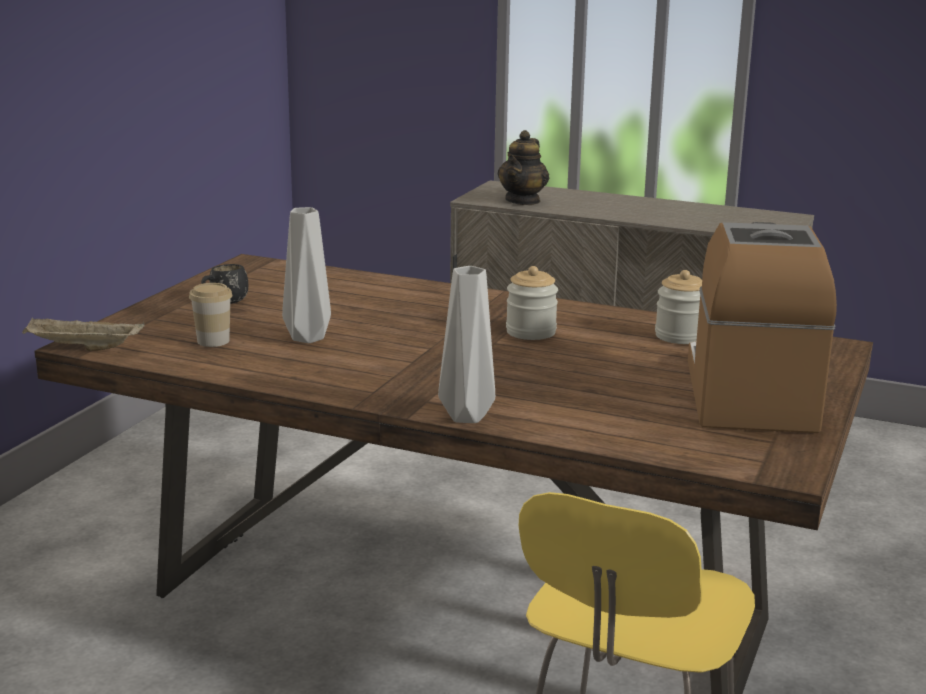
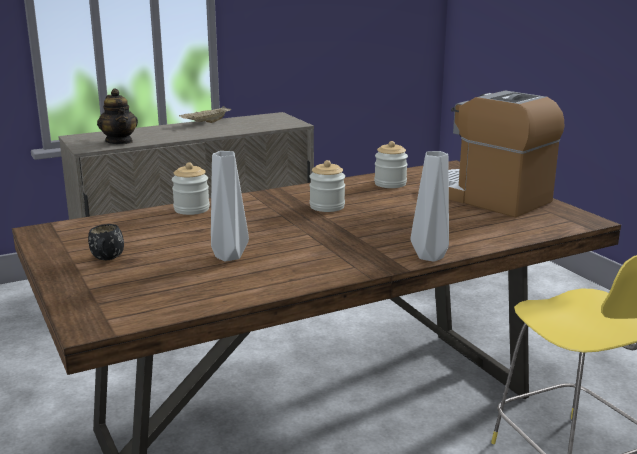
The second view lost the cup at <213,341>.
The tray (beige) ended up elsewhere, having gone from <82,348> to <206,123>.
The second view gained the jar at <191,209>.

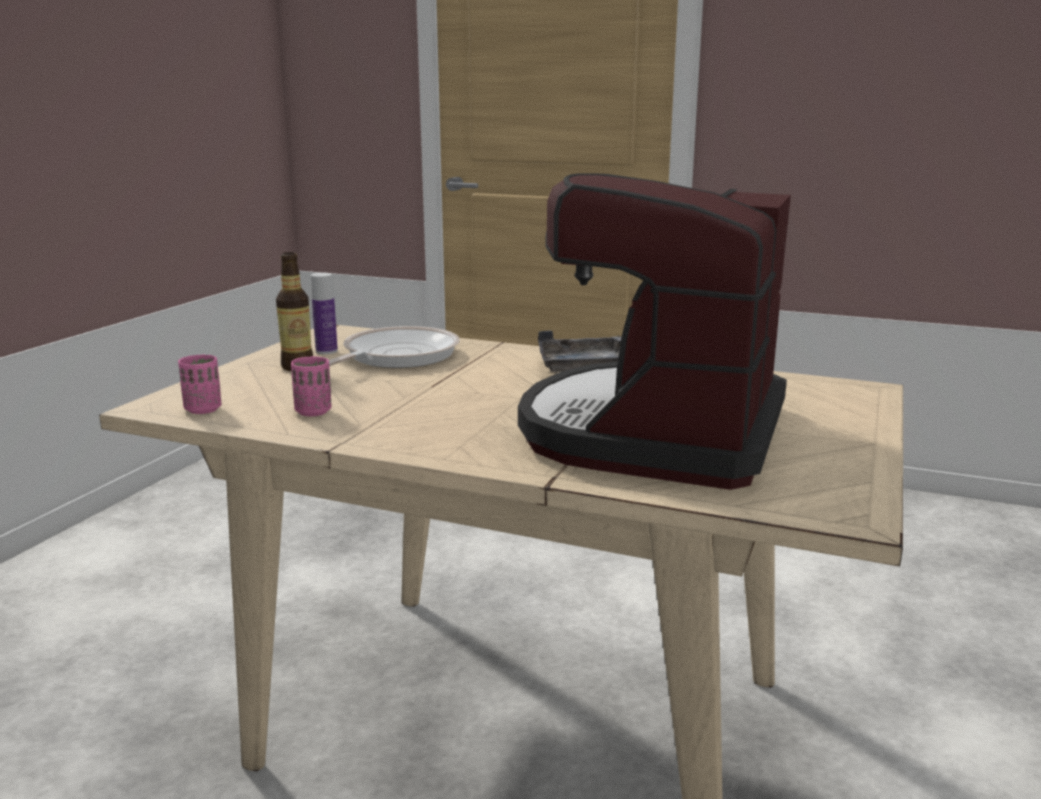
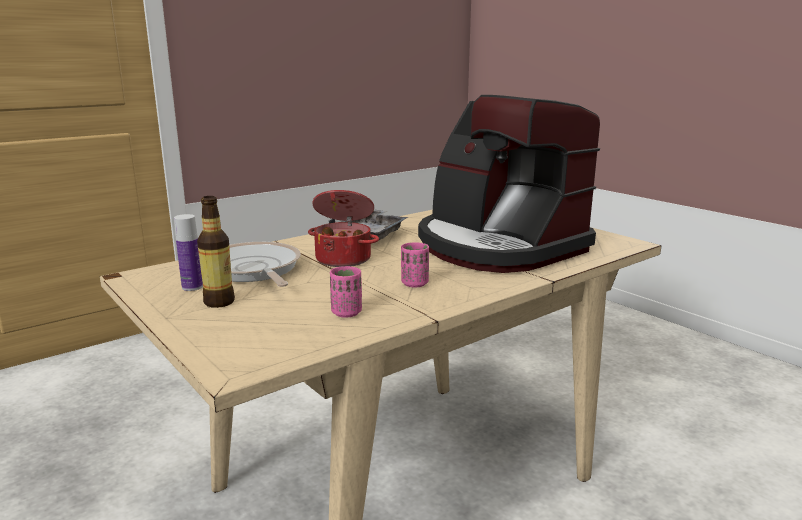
The cup (pink) ended up elsewhere, having gone from <203,409> to <414,284>.
The second view gained the cooking pot at <344,258>.

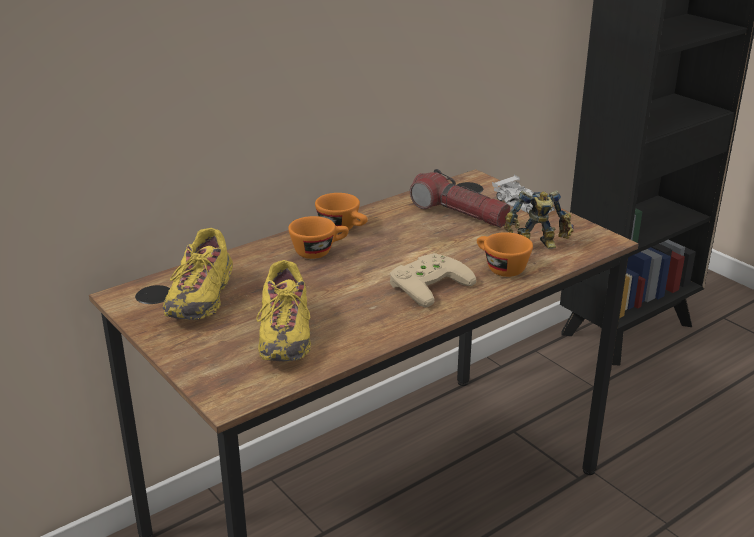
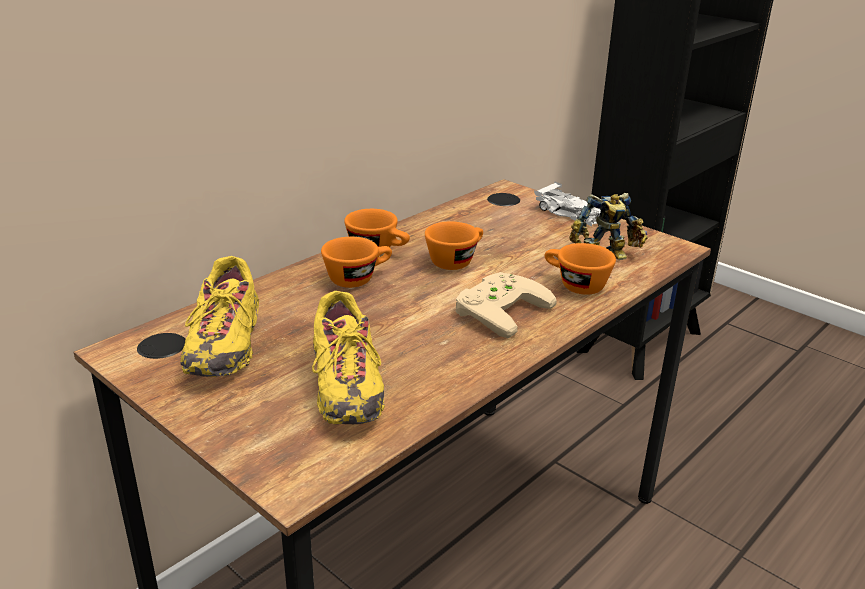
The second view lost the flashlight at <459,213>.
The second view gained the cup (orange) at <456,260>.

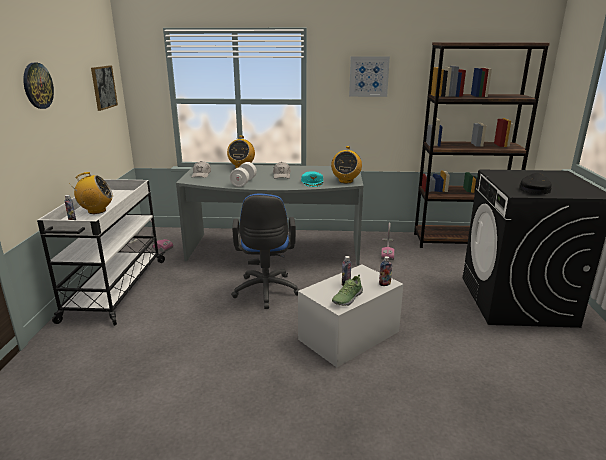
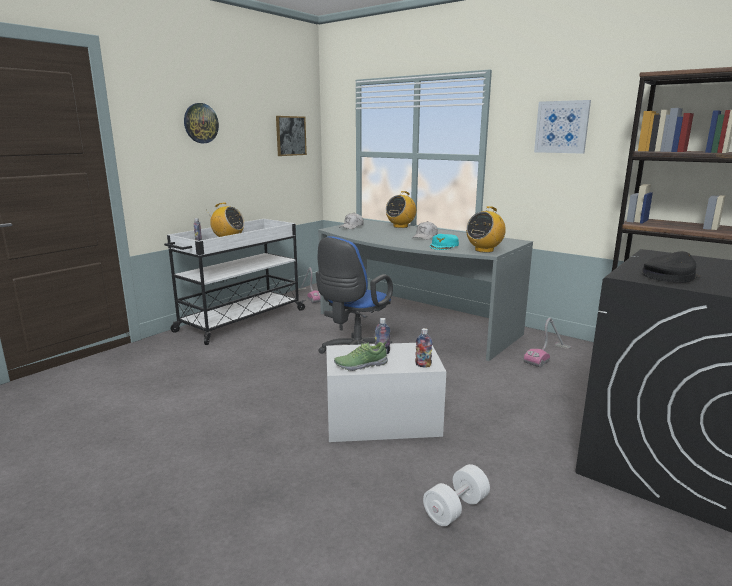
The dumbbell (white) ended up elsewhere, having gone from <243,182> to <456,508>.

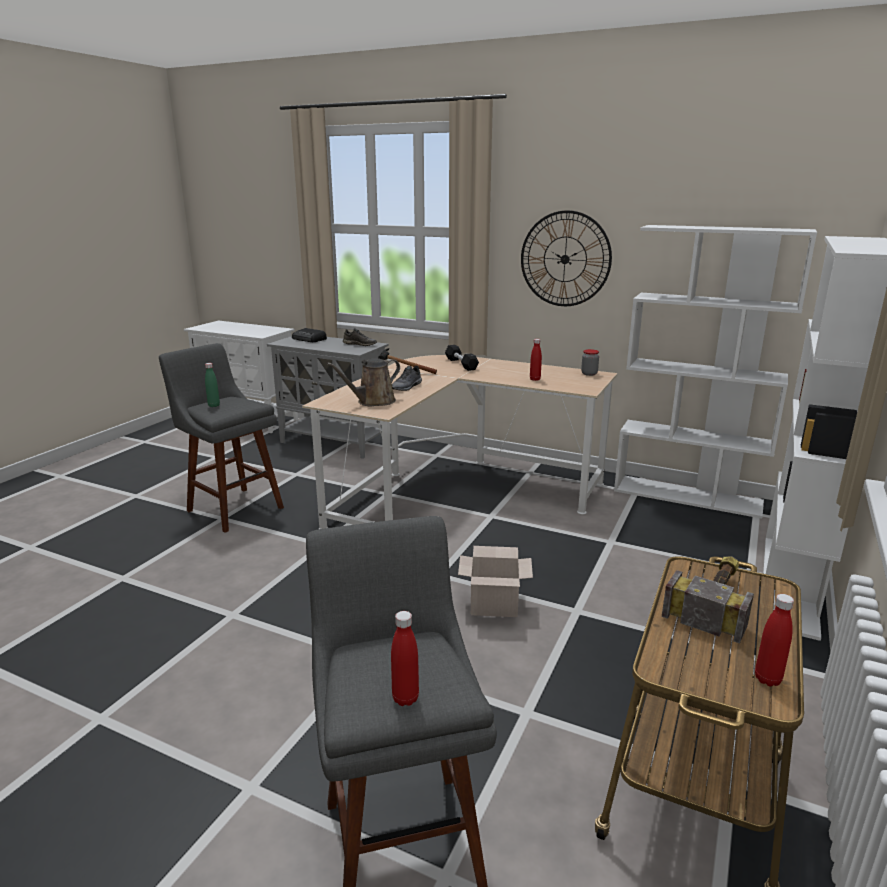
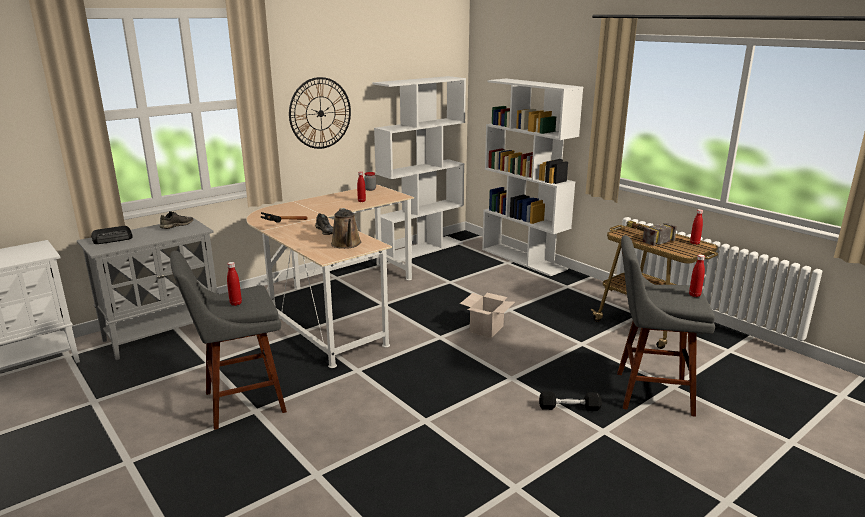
The dumbbell (black) ended up elsewhere, having gone from <461,364> to <569,407>.
What was the bottle (green) at <214,405> turned into the bottle (red) at <235,303>.

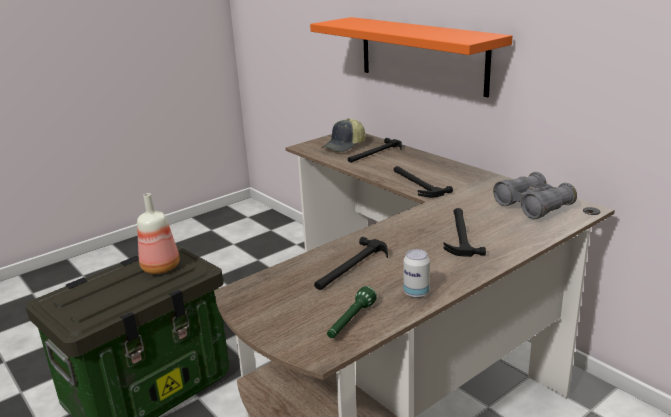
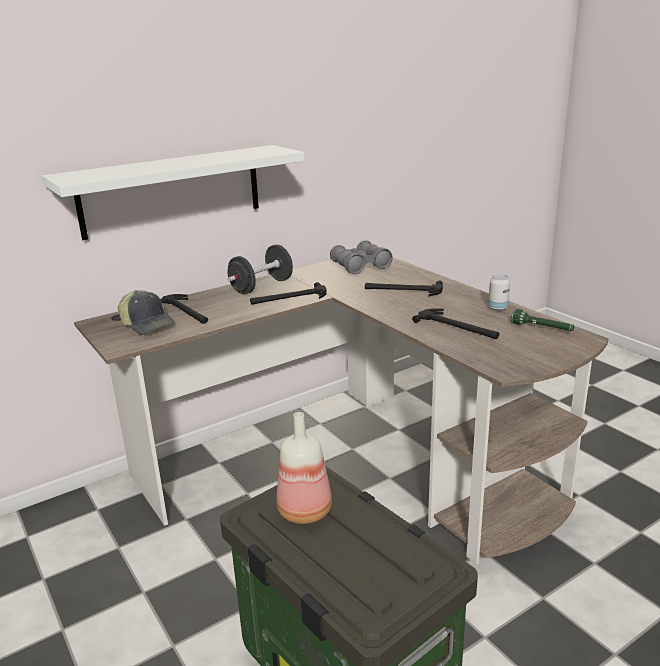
What was the shelf (orange) at <421,54> turned into the shelf (white) at <171,191>.
The second view gained the dumbbell (black) at <261,286>.

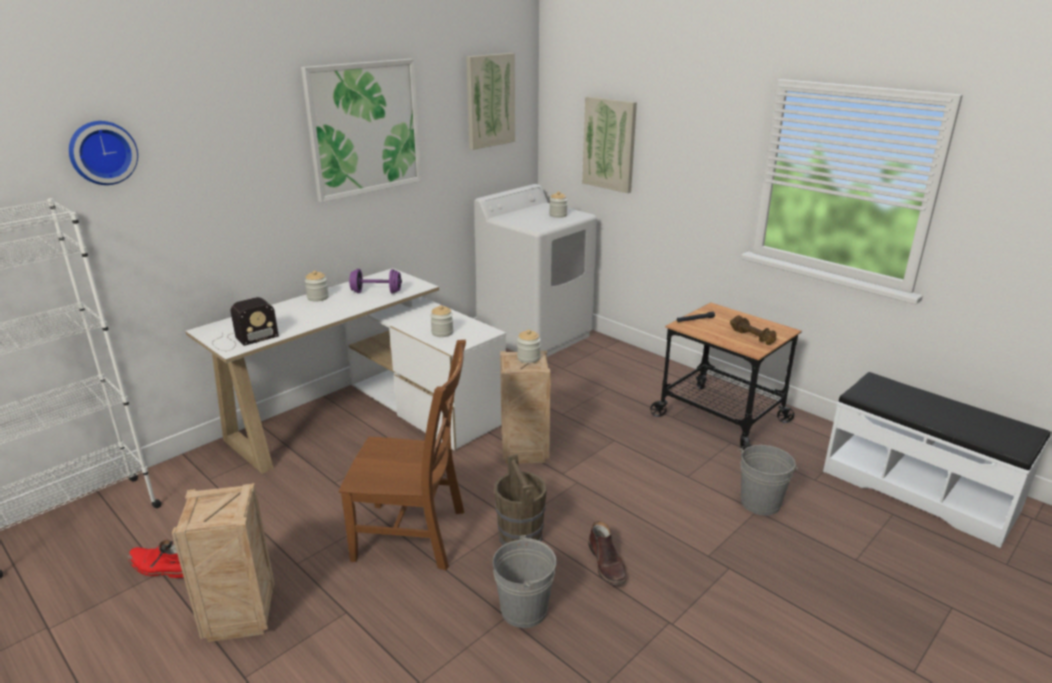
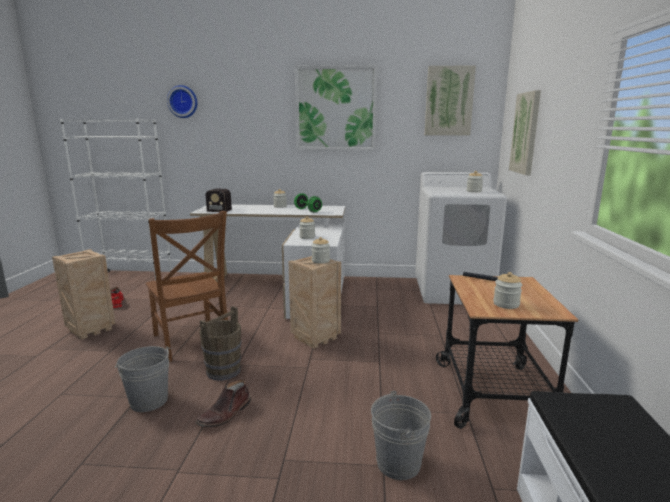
What was the dumbbell (purple) at <376,292> turned into the dumbbell (green) at <308,210>.
Where the dumbbell (brown) stood at <752,337>, the jar came to stand at <506,304>.

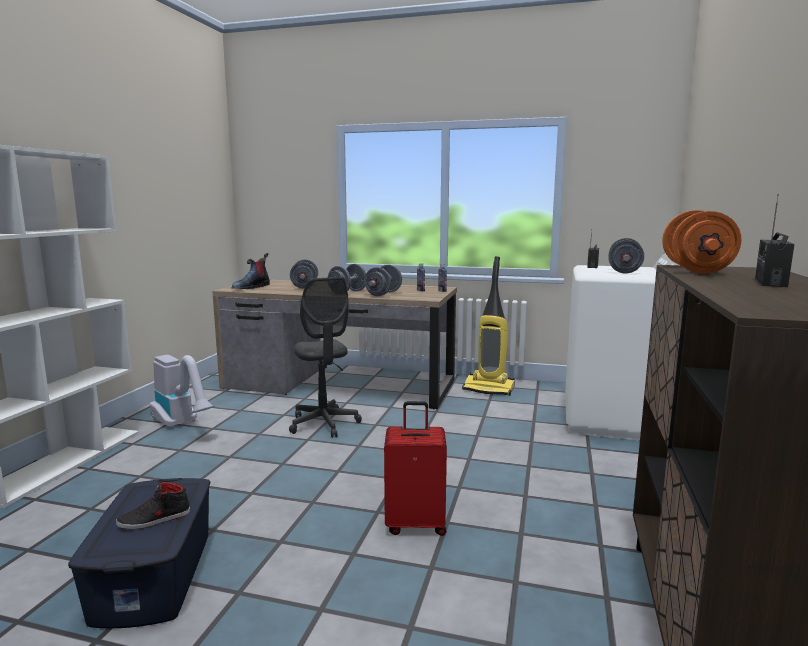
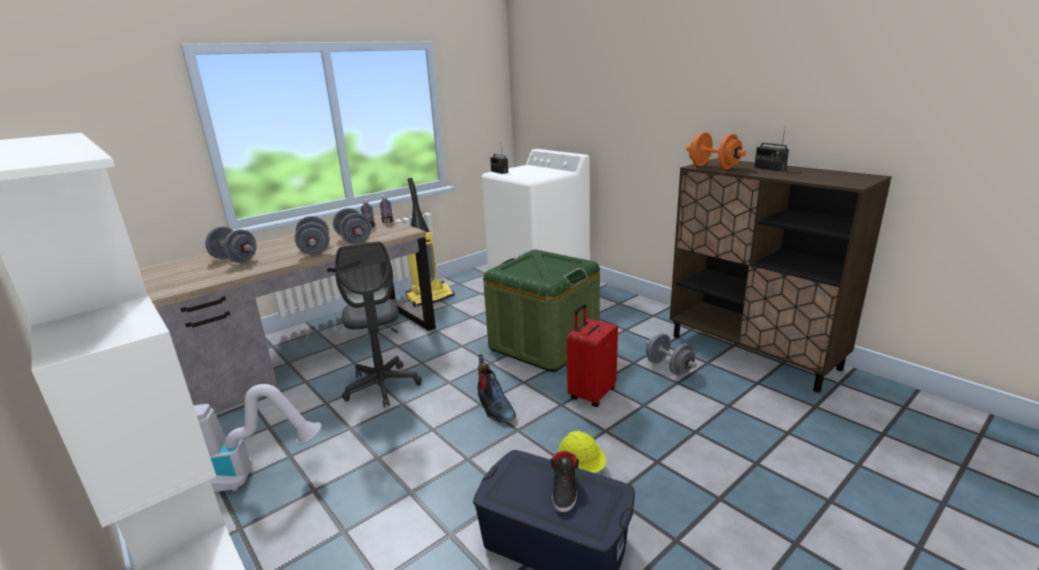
The dumbbell (grey) ended up elsewhere, having gone from <624,271> to <669,367>.
The boot ended up elsewhere, having gone from <251,287> to <494,406>.
The office chair (grey) at <324,424> ended up facing another way, 60 degrees clockwise from before.
The second view gained the storage box (green) at <544,344>.
The second view gained the hard hat (yellow) at <581,466>.

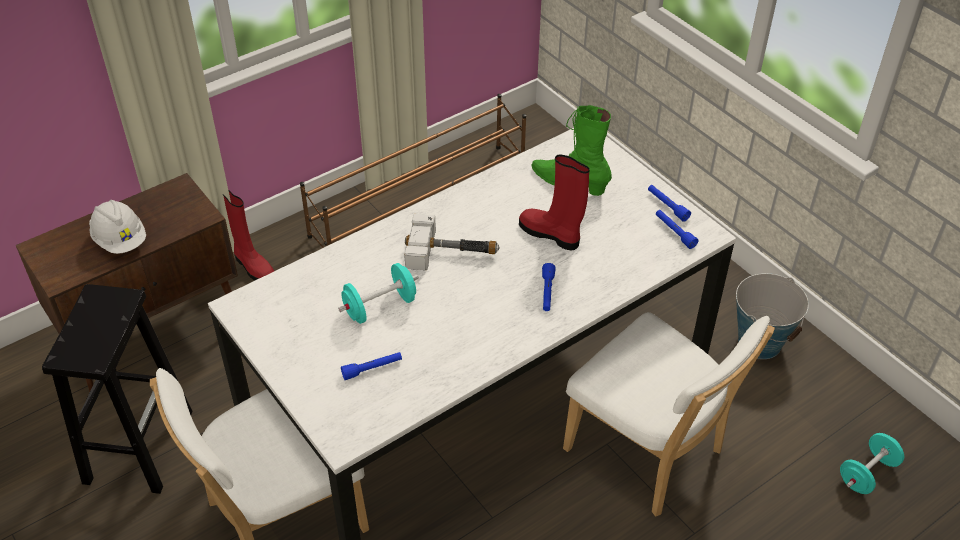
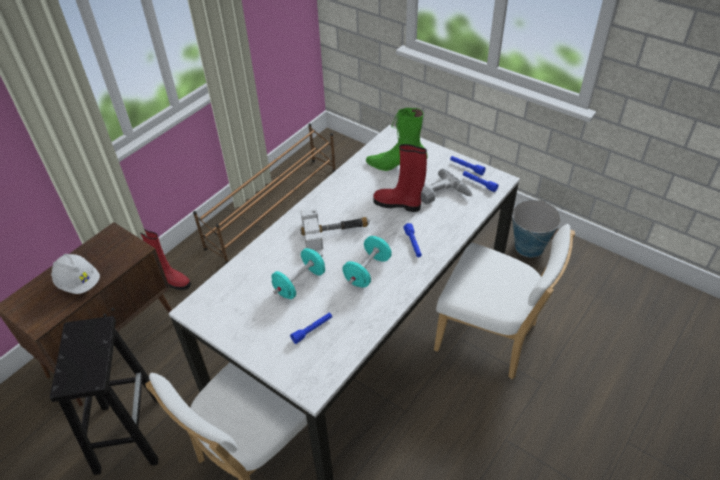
The dumbbell (turquoise) ended up elsewhere, having gone from <867,473> to <367,271>.
The second view gained the power drill at <442,195>.

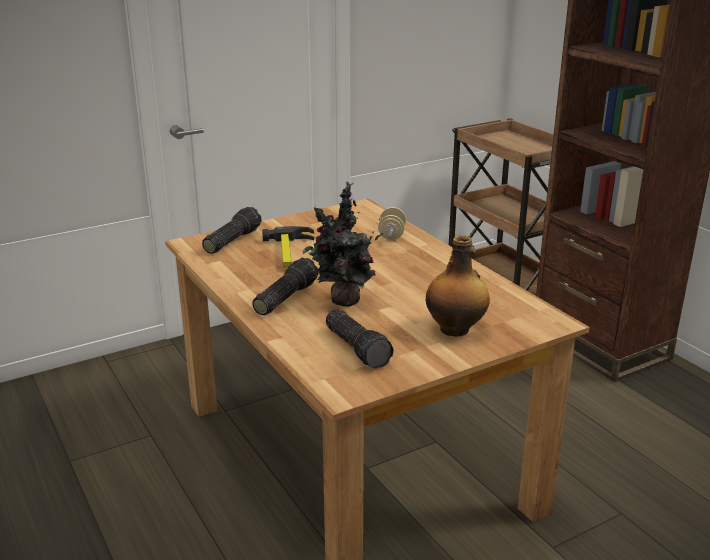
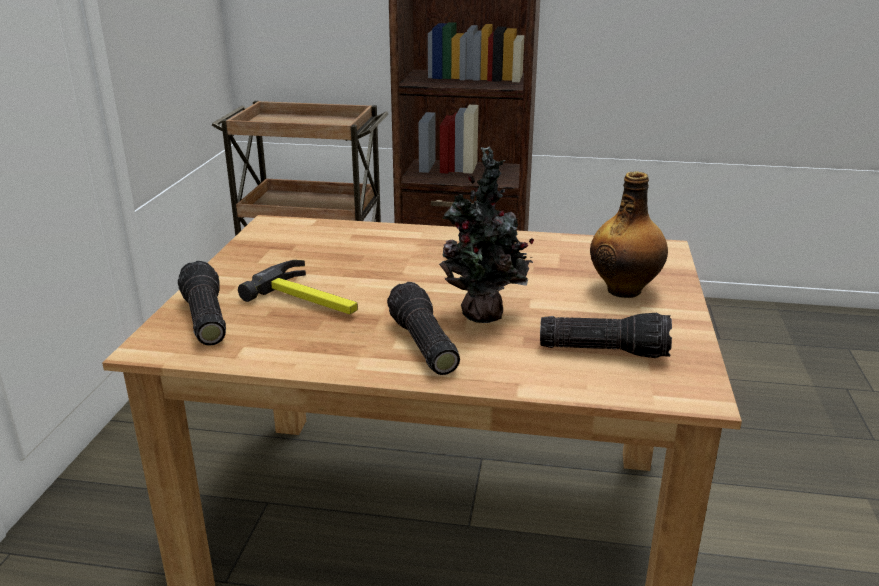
The second view lost the dumbbell (beige) at <391,235>.

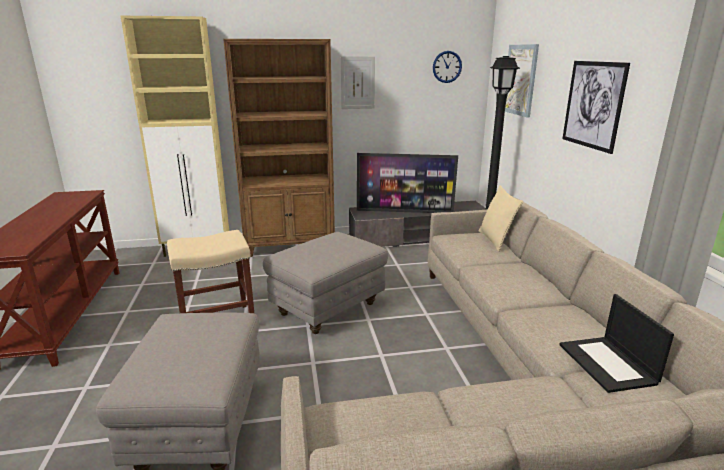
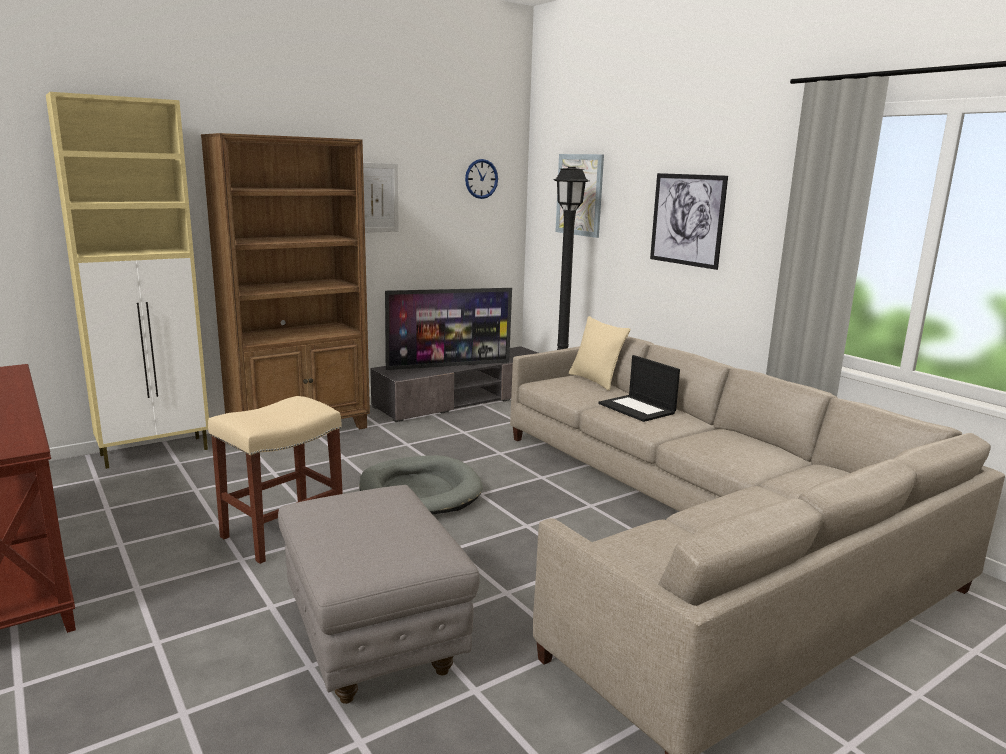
Where the ottoman (grey) stood at <328,308>, the dog bed (grey) came to stand at <420,491>.
The laptop ended up elsewhere, having gone from <608,364> to <637,408>.

